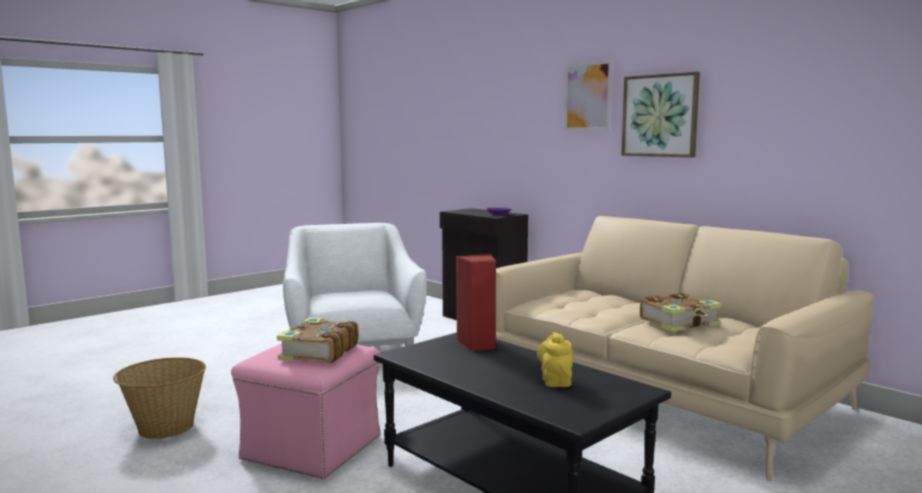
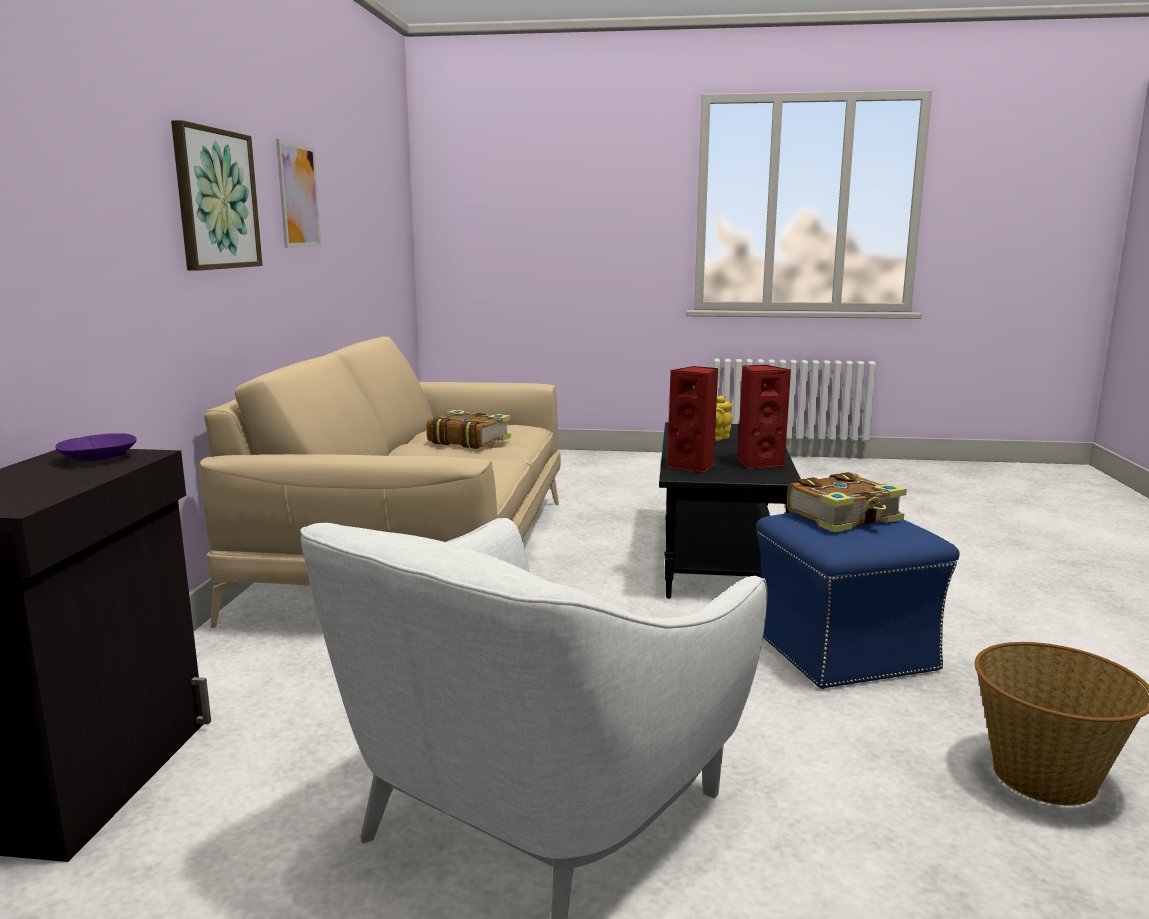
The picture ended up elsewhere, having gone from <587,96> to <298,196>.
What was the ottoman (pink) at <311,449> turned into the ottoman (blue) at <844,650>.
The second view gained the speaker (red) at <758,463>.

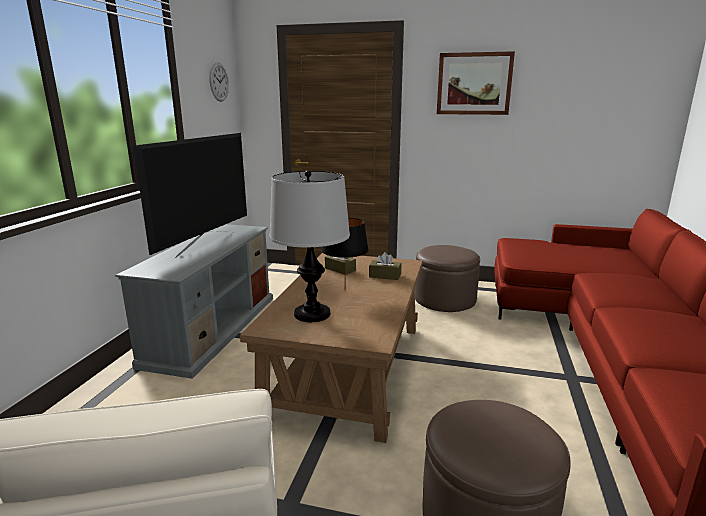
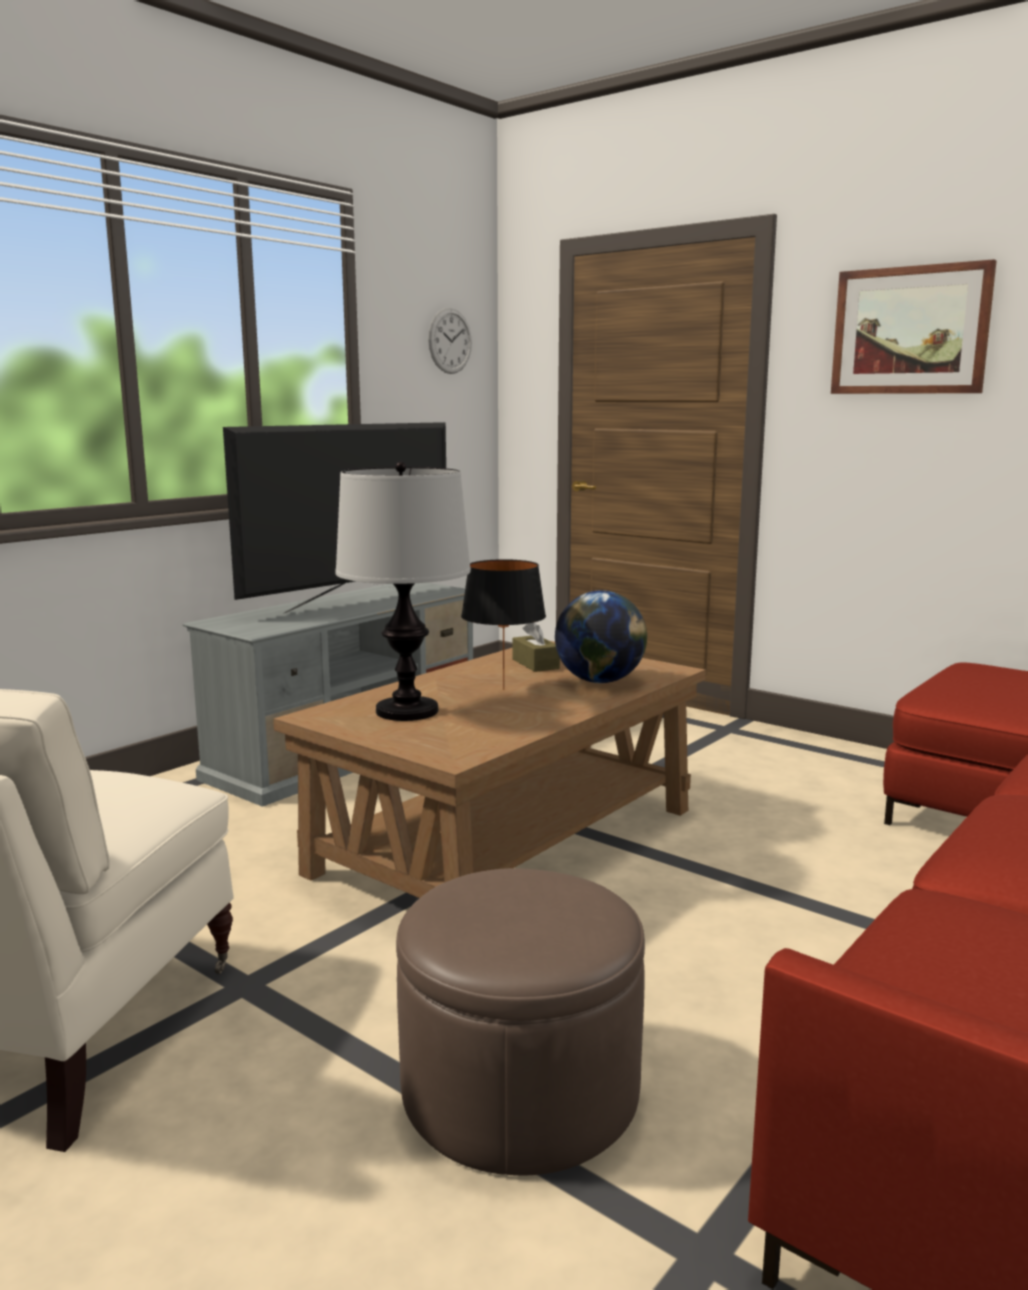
The second view lost the ottoman (brown) at <444,299>.
Where the tissue box (brown) stood at <385,276>, the globe came to stand at <600,681>.

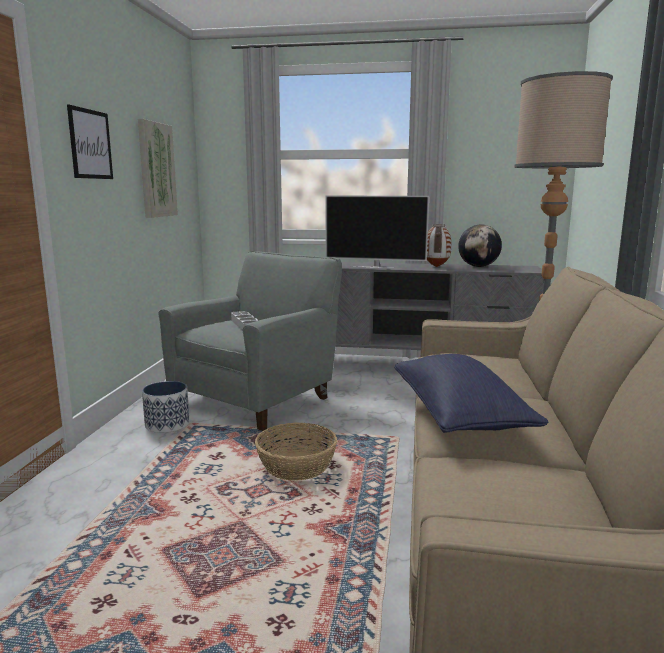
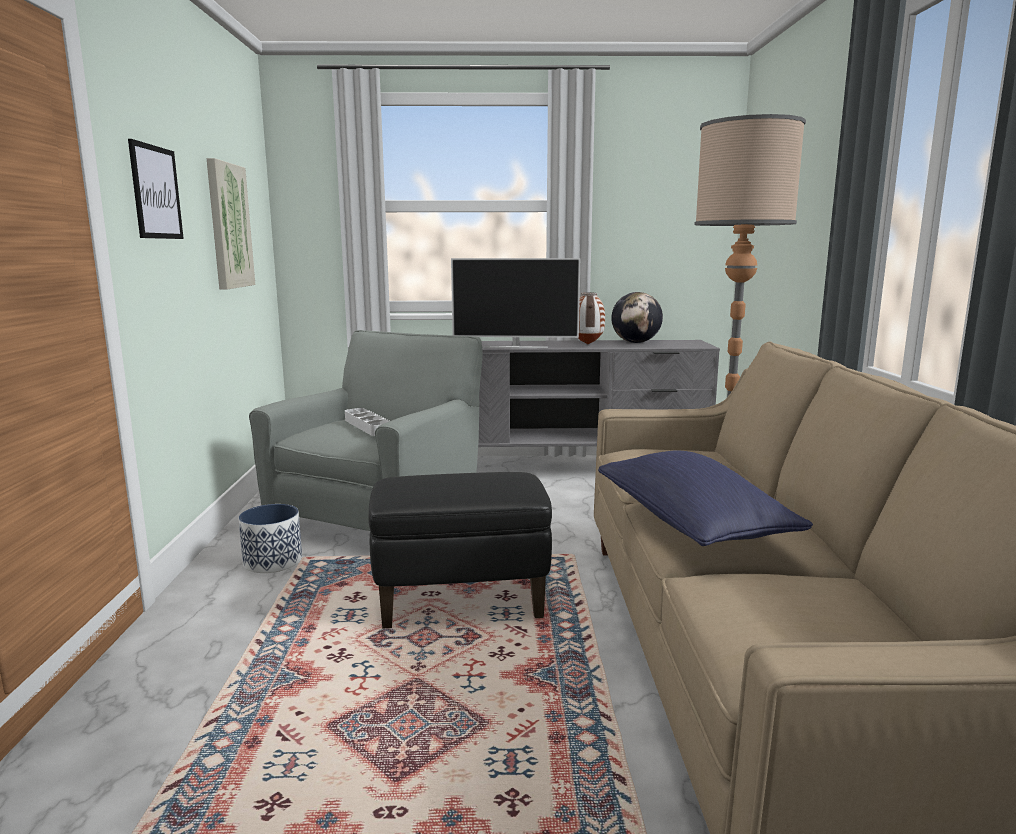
Where the basket stood at <297,466>, the ottoman (black) came to stand at <462,601>.

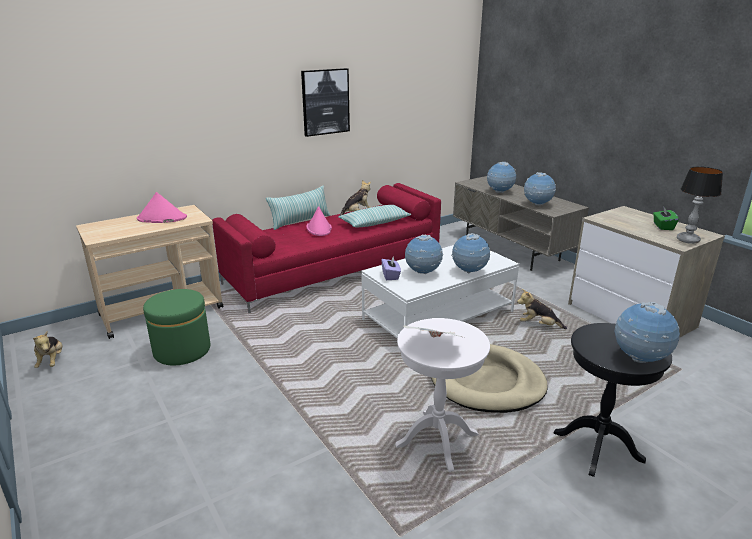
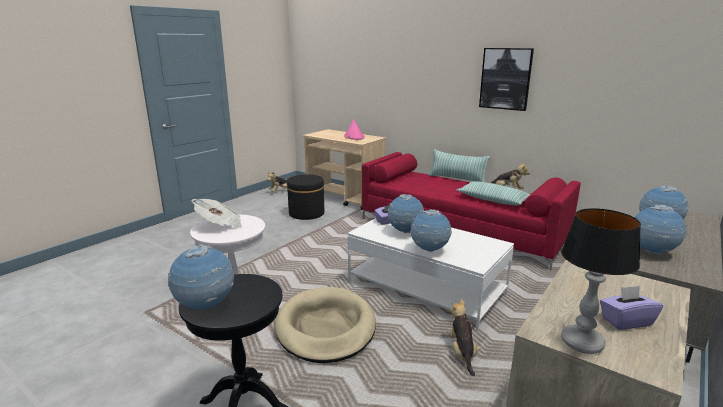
The second view lost the hat (pink) at <319,228>.
What was the tissue box (green) at <662,226> turned into the tissue box (purple) at <626,321>.
What was the ottoman (green) at <182,350> turned into the ottoman (black) at <306,213>.

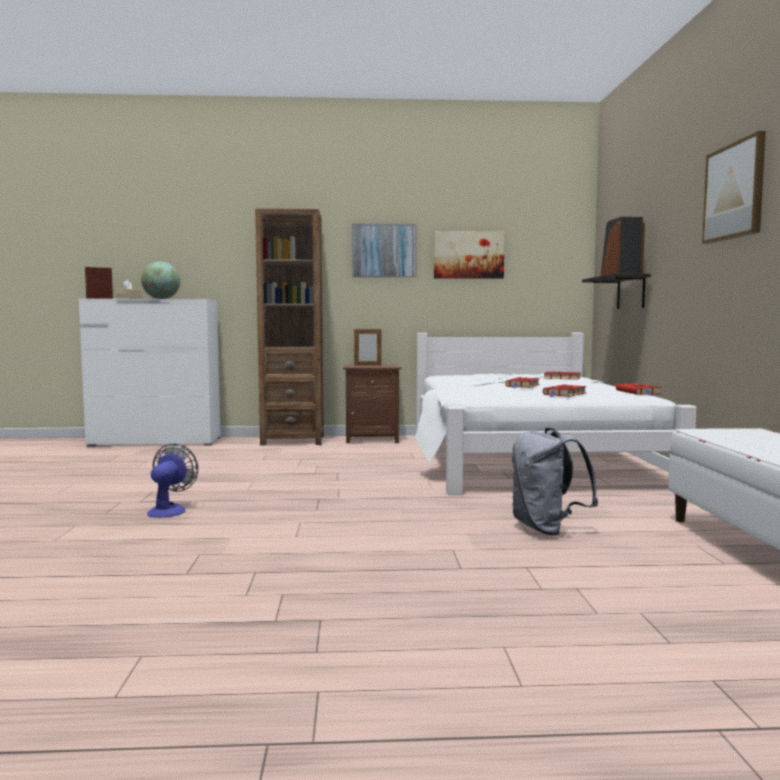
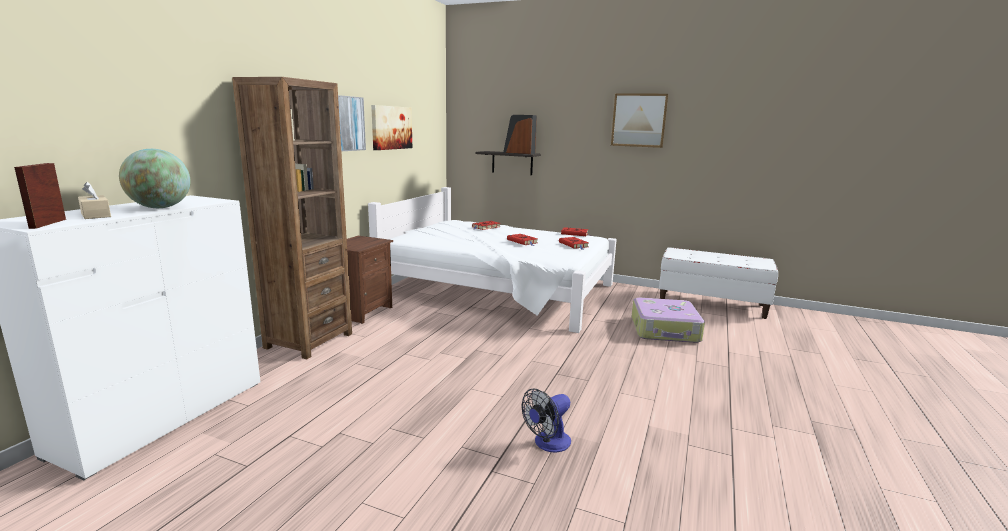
The second view lost the picture frame at <367,365>.
Where the backpack (grey) stood at <547,529>, the suitcase came to stand at <665,330>.
The fan at <169,510> ended up facing another way, 75 degrees counterclockwise from before.

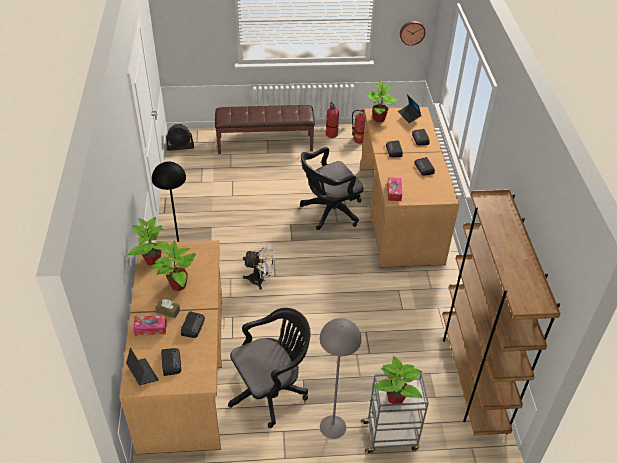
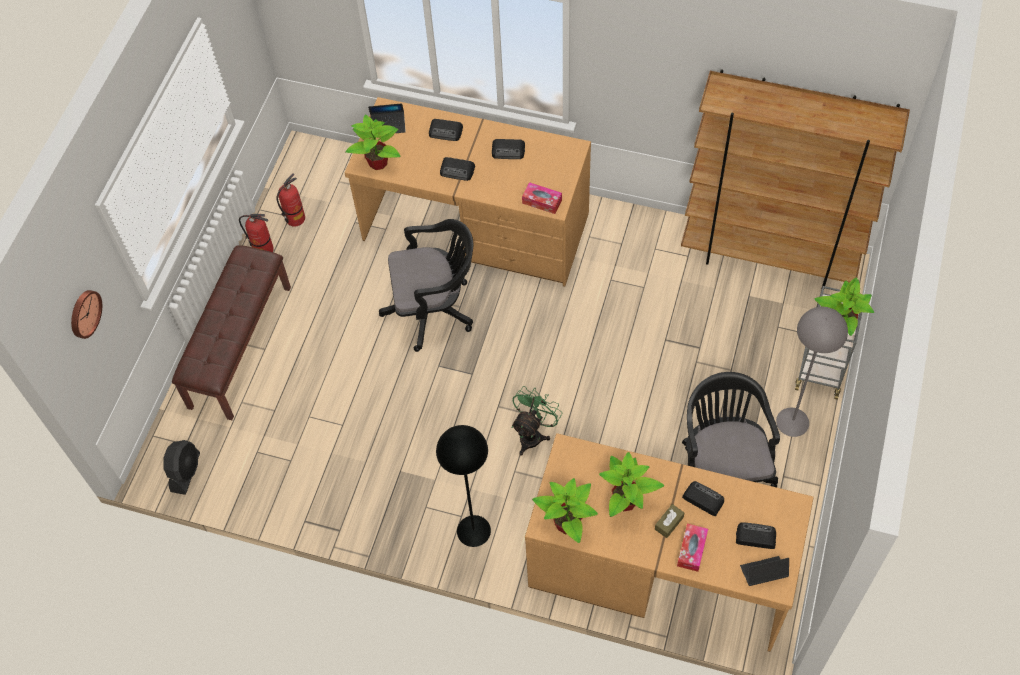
The wall clock ended up elsewhere, having gone from <412,32> to <84,313>.
The office chair (black) at <329,212> ended up facing another way, 90 degrees counterclockwise from before.
What was the fan (white) at <260,280> turned into the fan (green) at <533,434>.

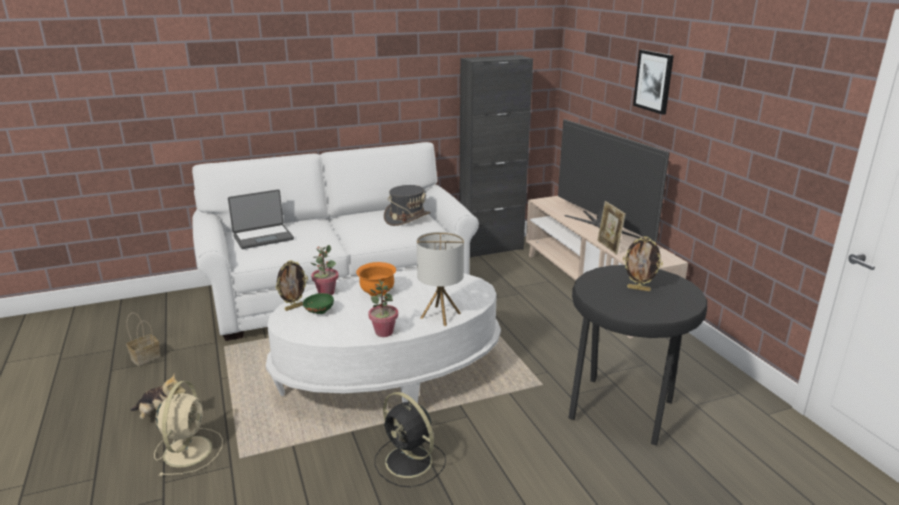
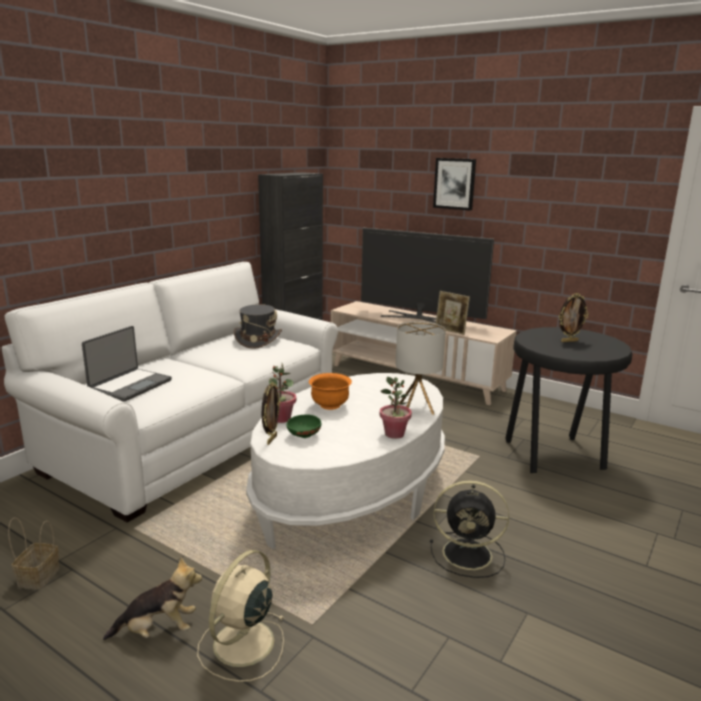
The fan (beige) at <188,450> ended up facing another way, 120 degrees counterclockwise from before.

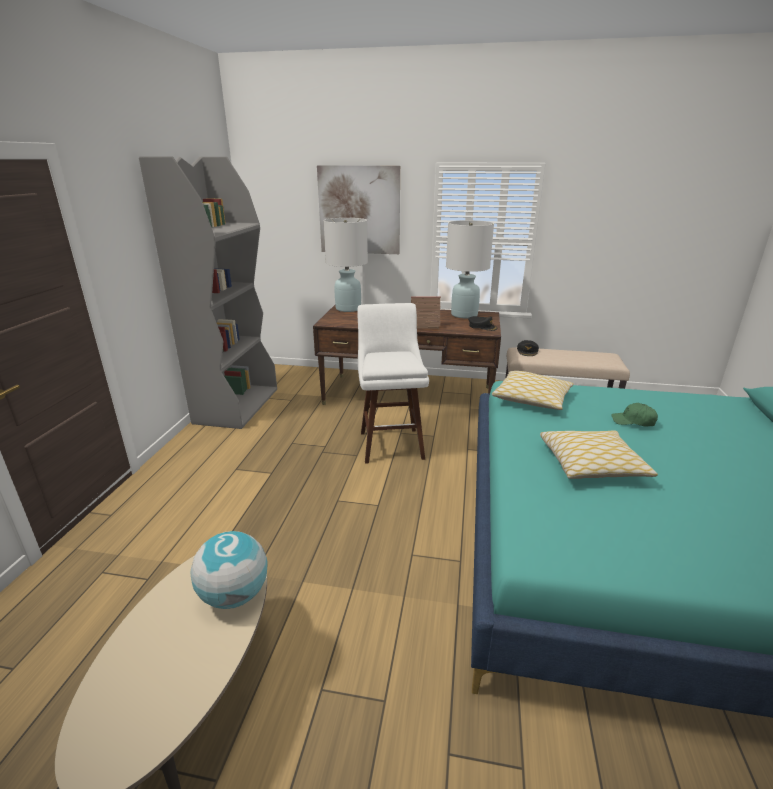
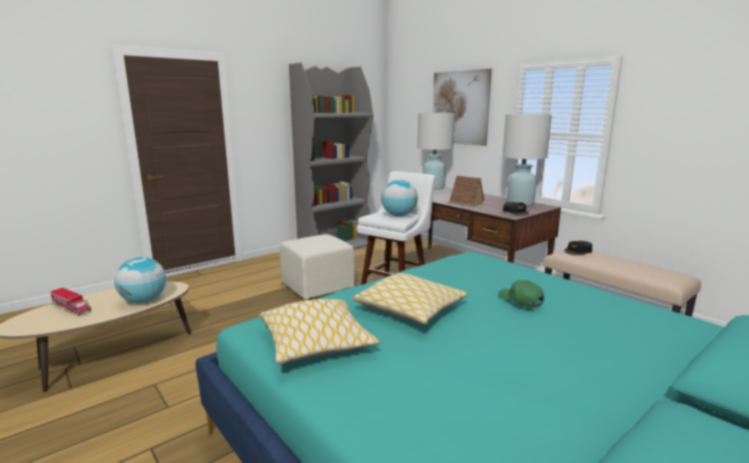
The pillow ended up elsewhere, having gone from <532,399> to <316,342>.
The second view gained the globe at <398,215>.
The second view gained the ottoman (beige) at <318,287>.
The second view gained the toy truck at <72,308>.

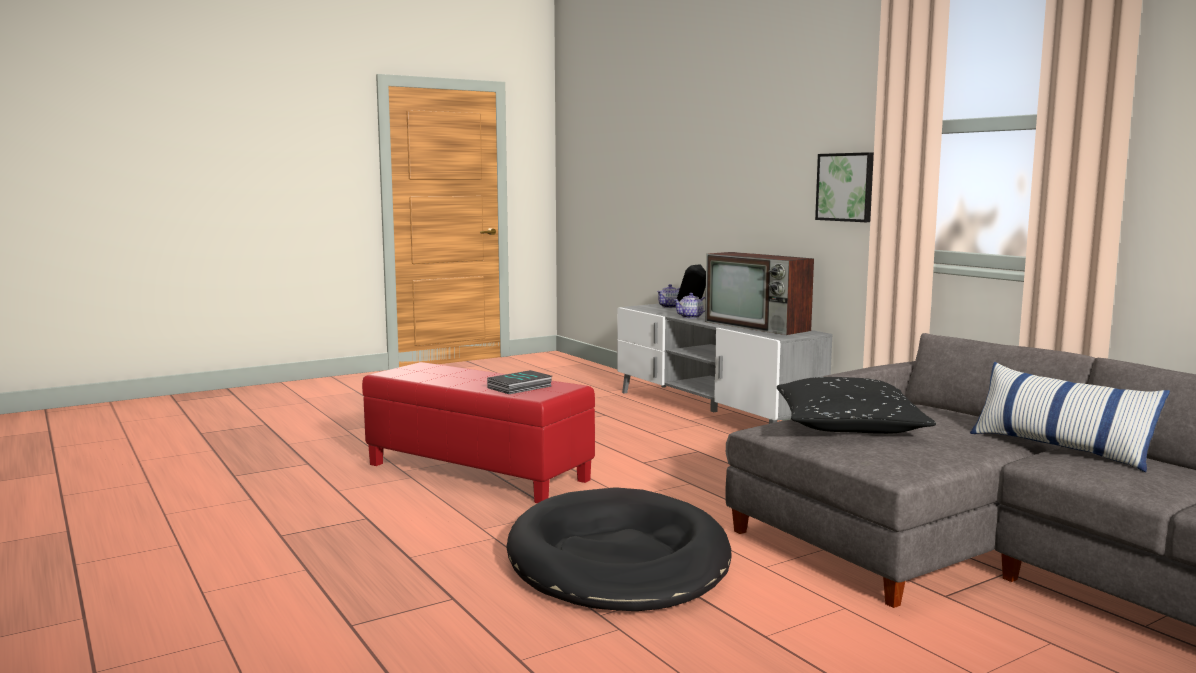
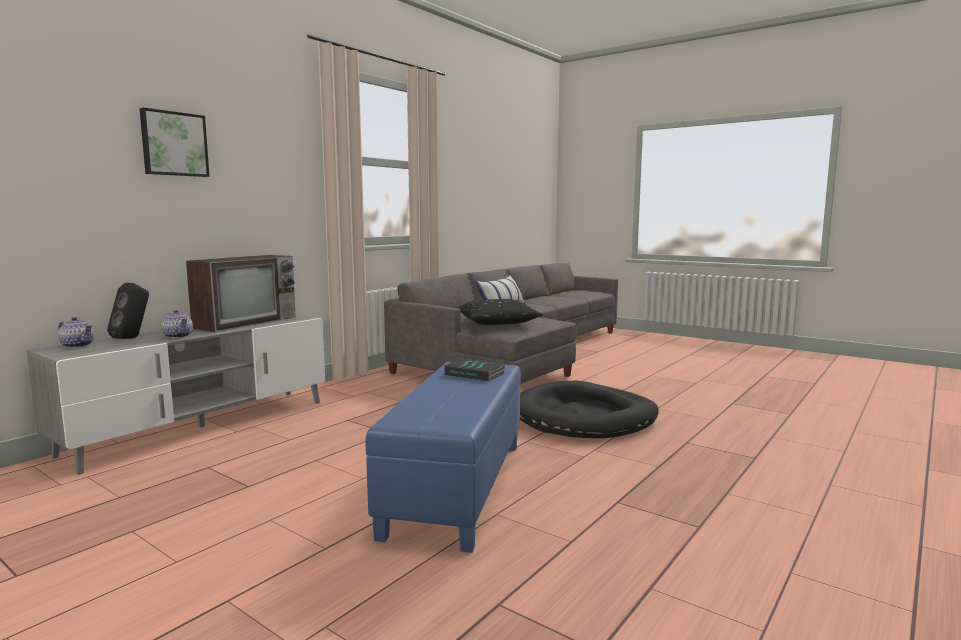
The picture ended up elsewhere, having gone from <847,187> to <174,144>.
What was the ottoman (red) at <478,472> turned into the ottoman (blue) at <456,486>.

